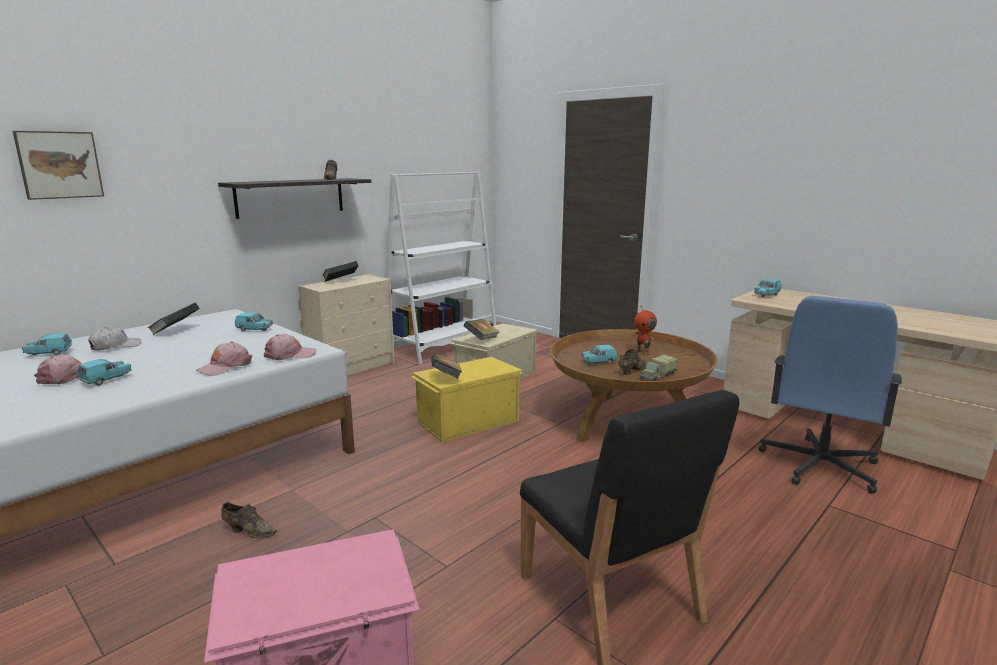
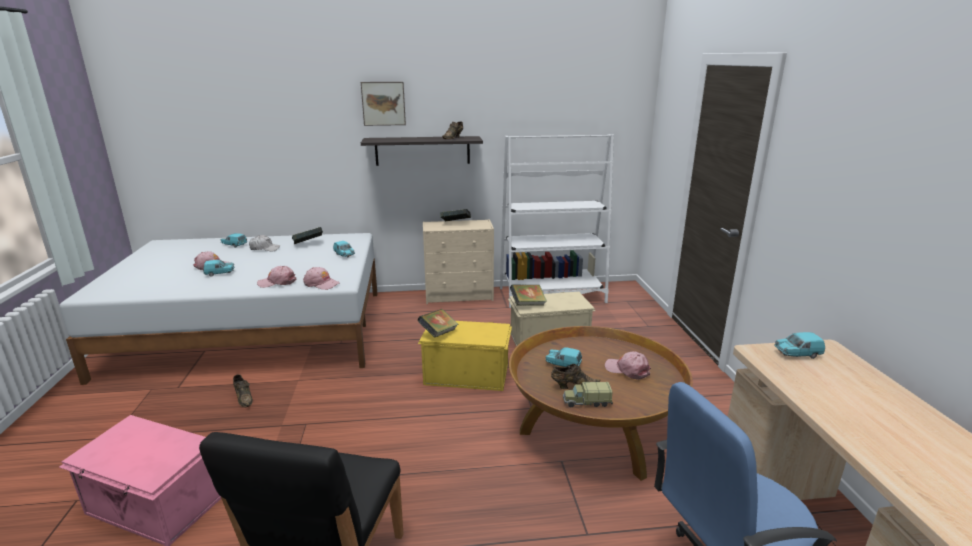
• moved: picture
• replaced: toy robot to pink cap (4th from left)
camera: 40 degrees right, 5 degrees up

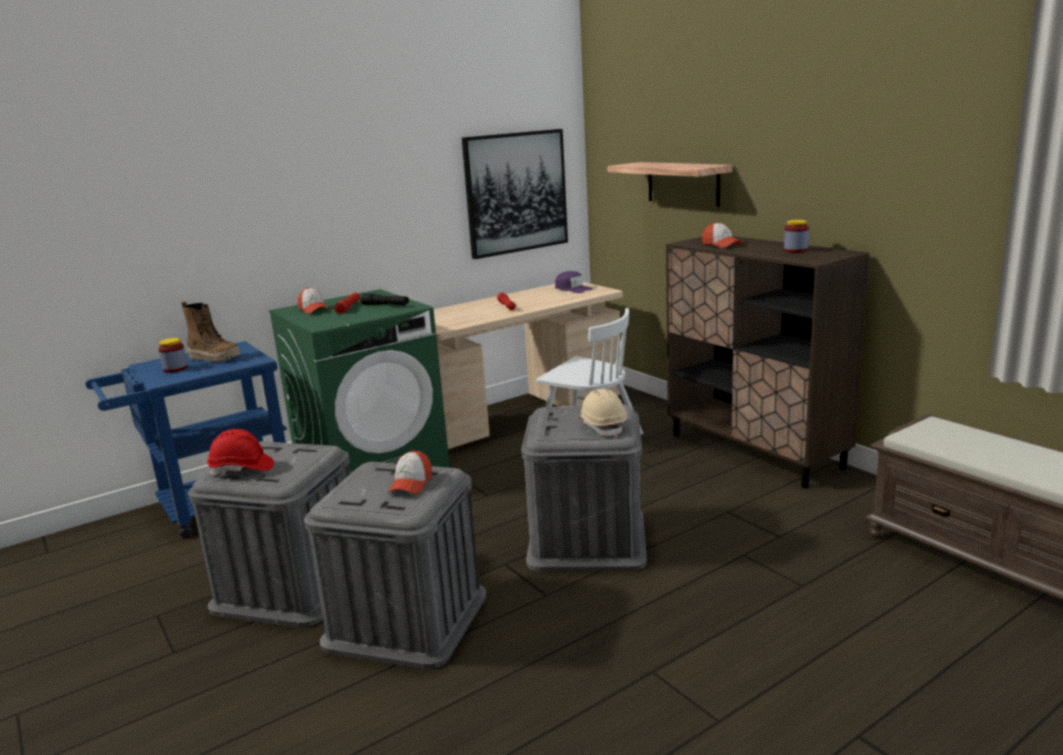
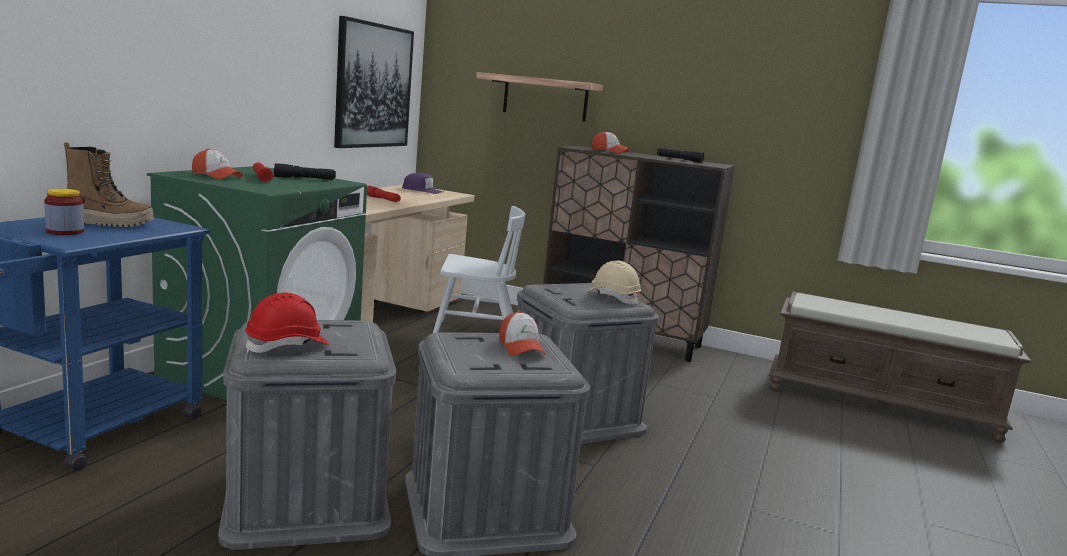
• replaced: jar (2nd from left) to black flashlight (2nd from left)
camera: 35 degrees left, 5 degrees down

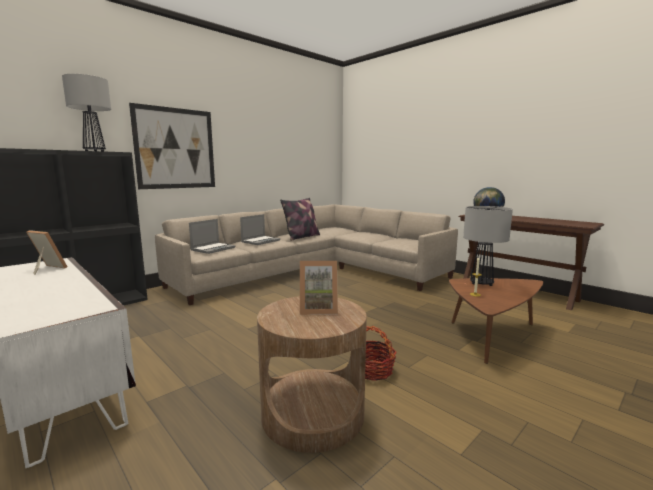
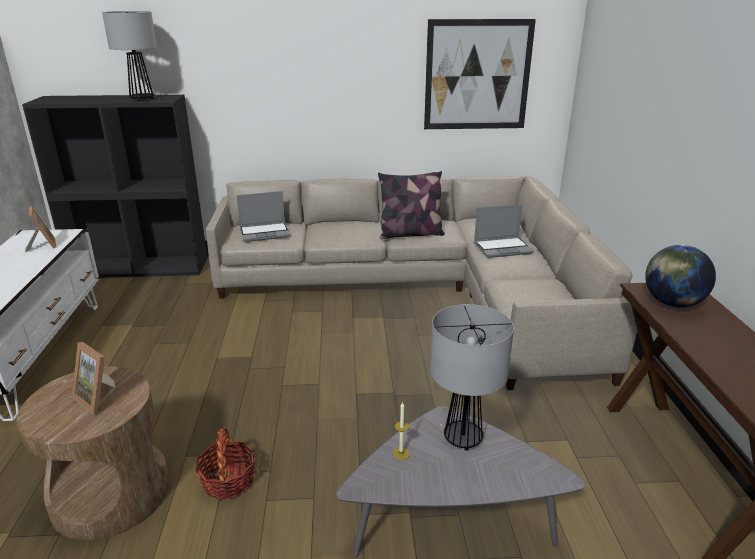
• recoloured: brown coffee table to grey coffee table
• moved: picture
• moved: laptop (2nd from left)
camera: 40 degrees right, 15 degrees up

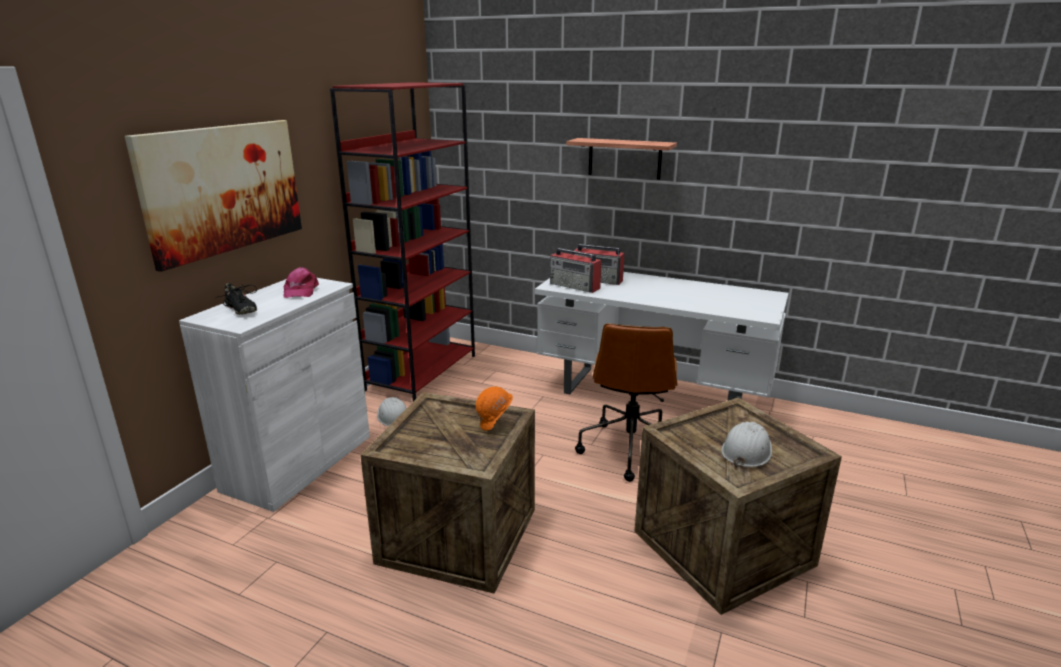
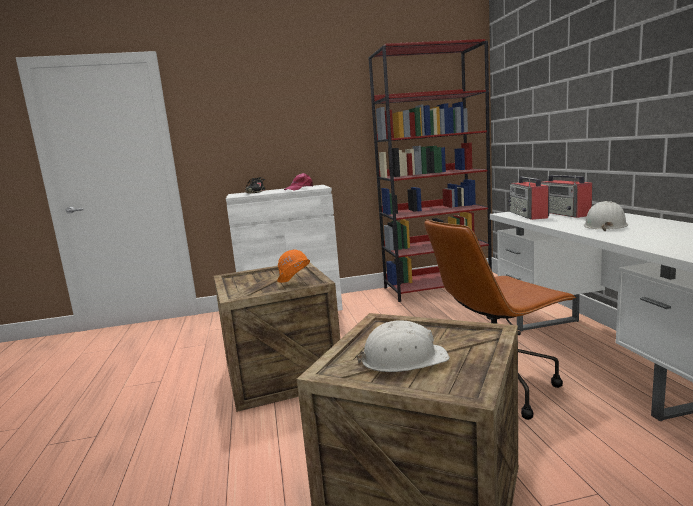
• moved: white hard hat (1st from left in the first image) to white hard hat (2nd from left)
• removed: picture
• removed: shelf
camera: 55 degrees right, 10 degrees down

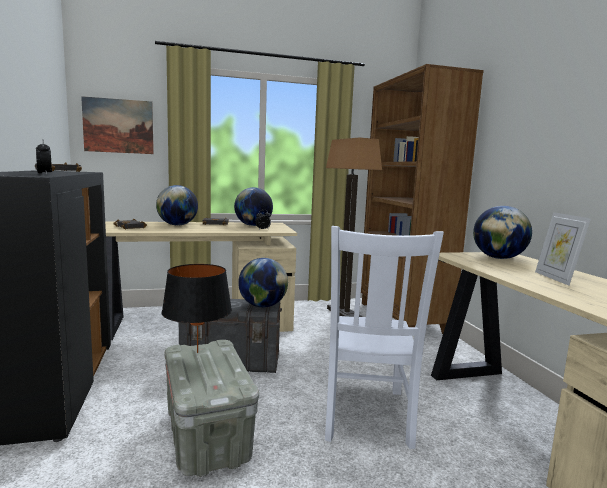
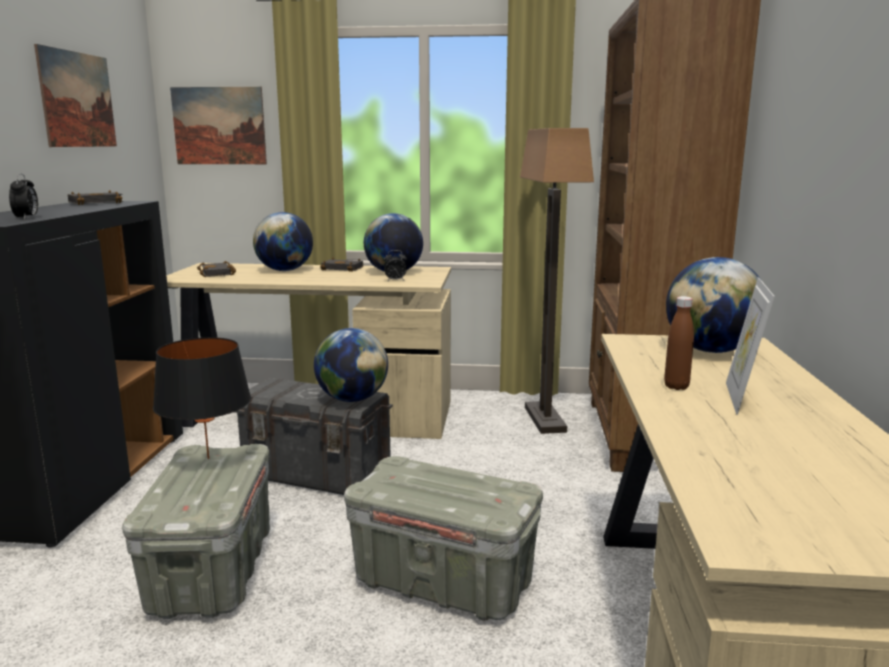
• added: picture (1st from left)
• replaced: white chair to grey storage box (3rd from left)
• added: brown bottle
camera: 20 degrees right, 5 degrees up

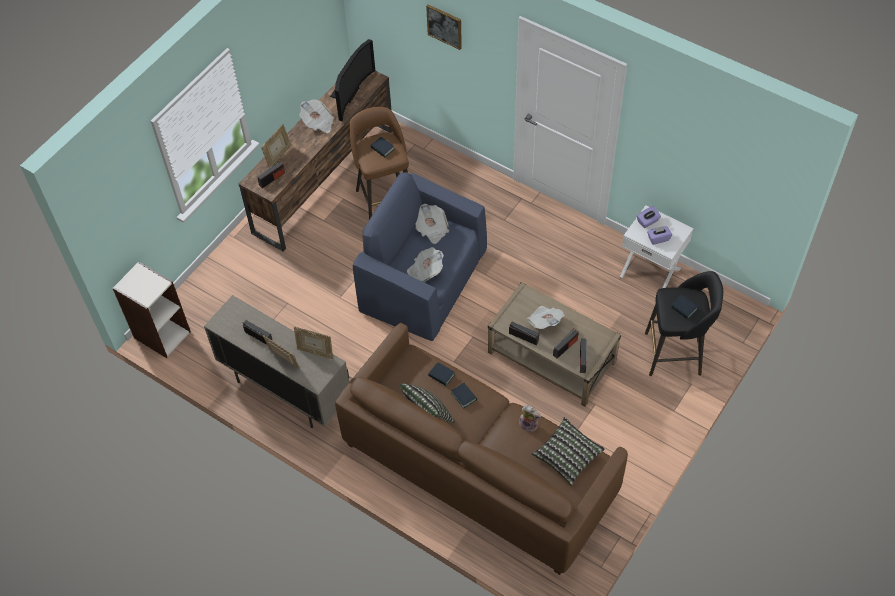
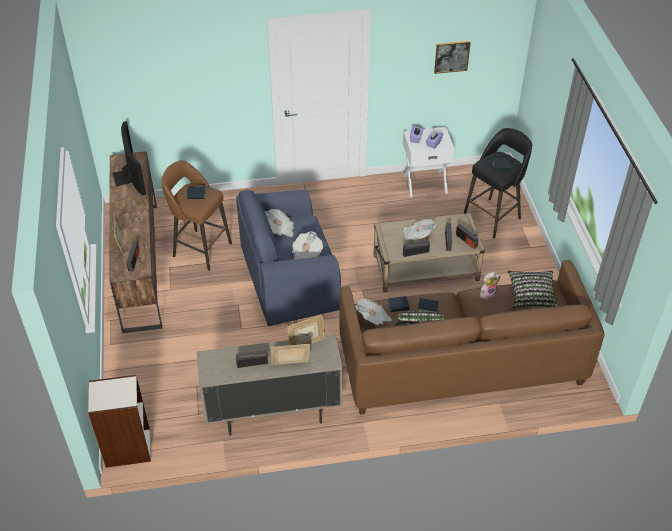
• moved: newspaper (1st from left in the first image) to newspaper (3rd from left)
• moved: picture
camera: 45 degrees left, 10 degrees down

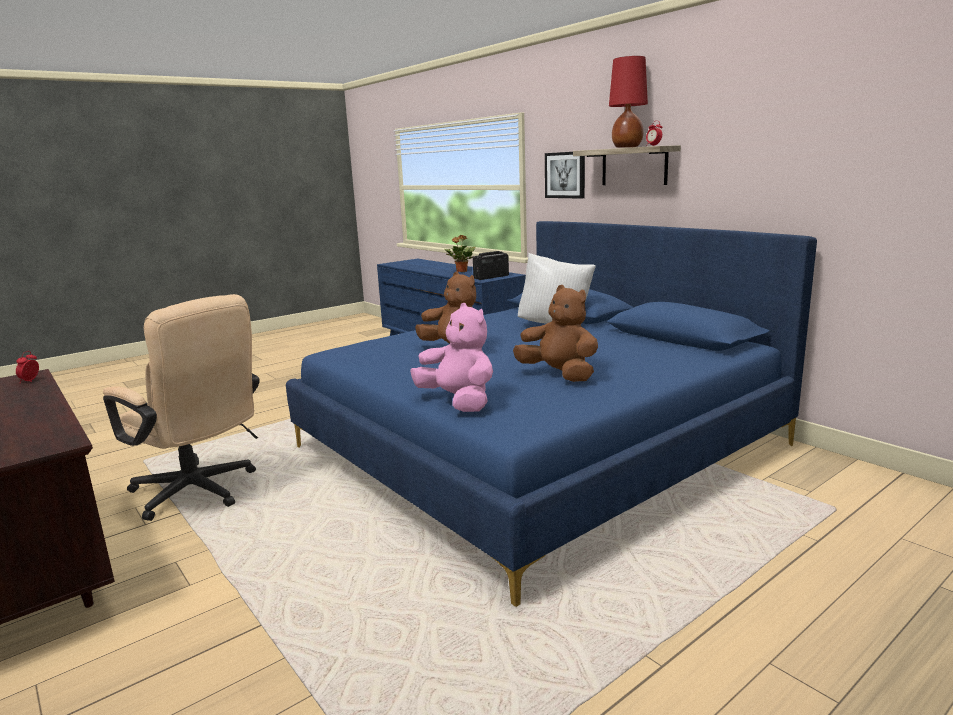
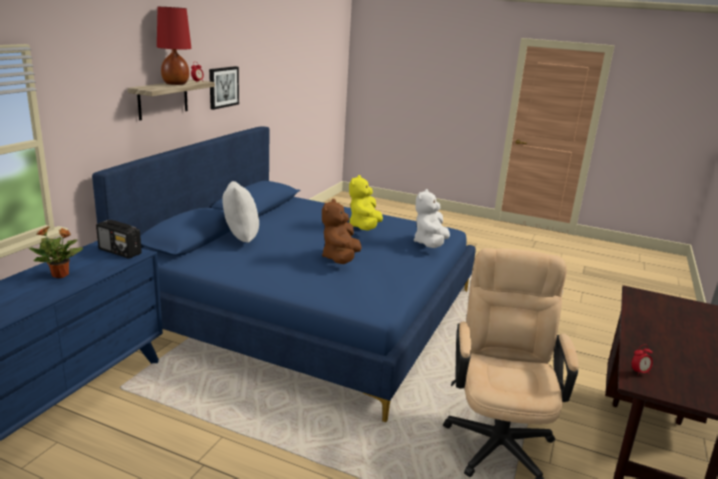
• moved: picture
• recoloured: brown plush toy (2nd from left) to yellow plush toy
• recoloured: pink plush toy to white plush toy
camera: 120 degrees left, 5 degrees up

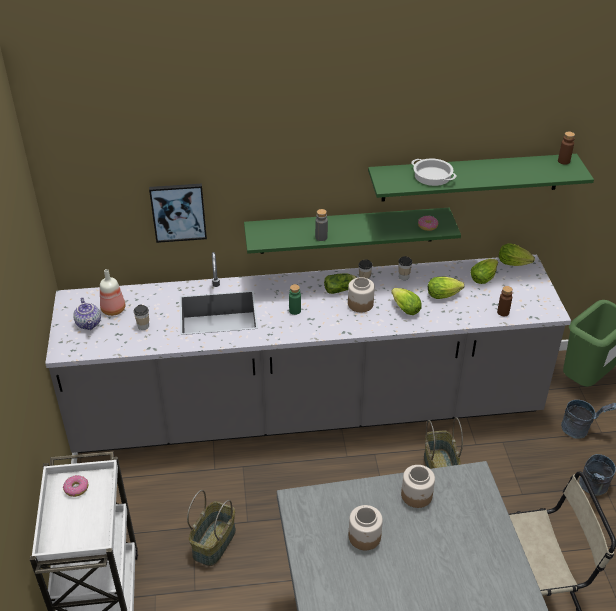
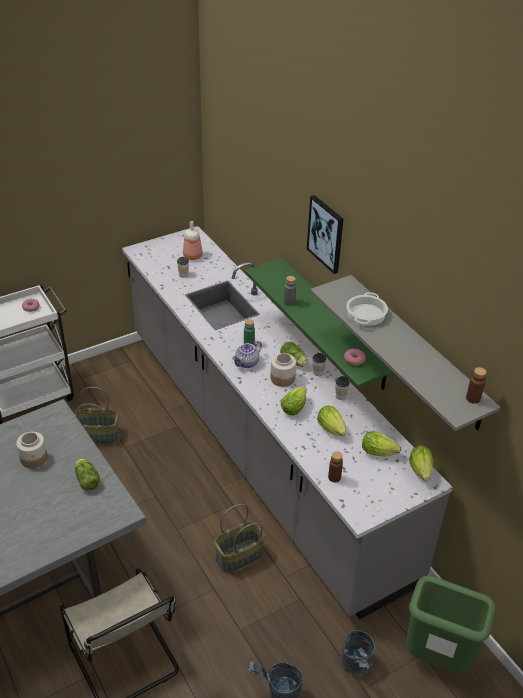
• replaced: jar (3rd from left) to lettuce (1st from left)
• moved: teapot
• moved: picture
• recoloured: green shelf (2nd from left) to grey shelf
camera: 65 degrees right, 0 degrees up

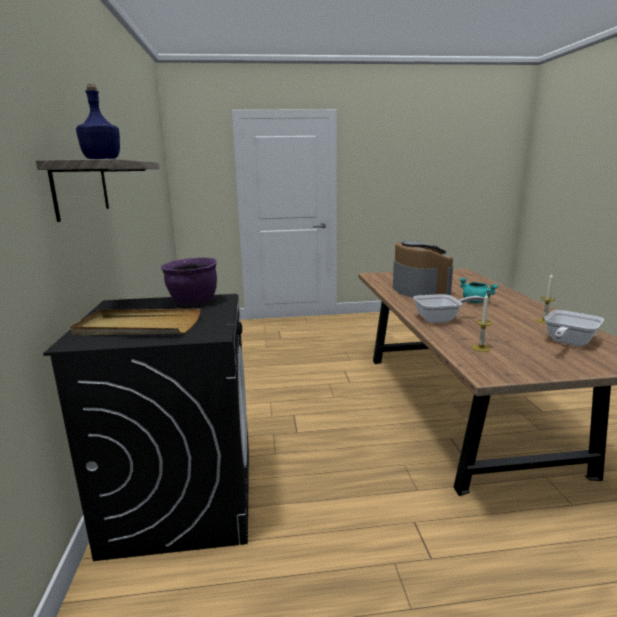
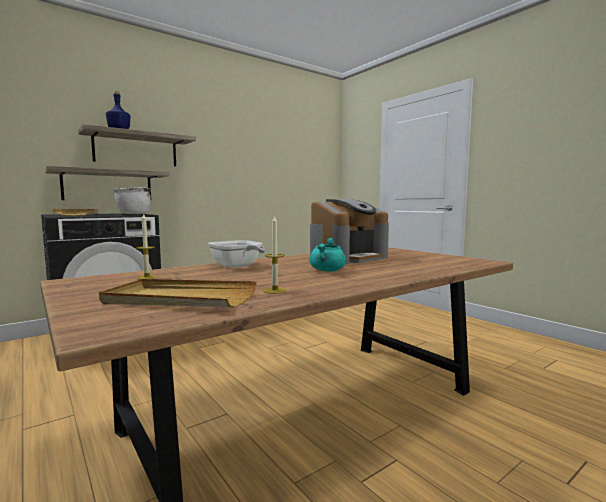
• added: shelf (1st from left)
• replaced: frying pan (2nd from left) to beige tray (2nd from left)
• recoloured: purple cooking pot to white cooking pot
camera: 60 degrees right, 10 degrees down

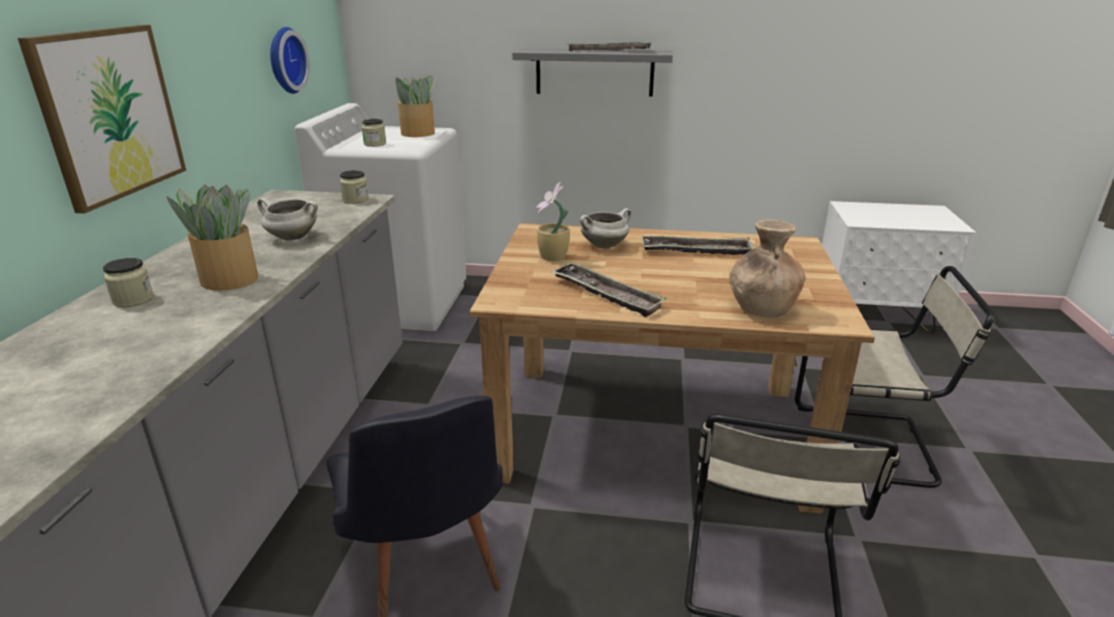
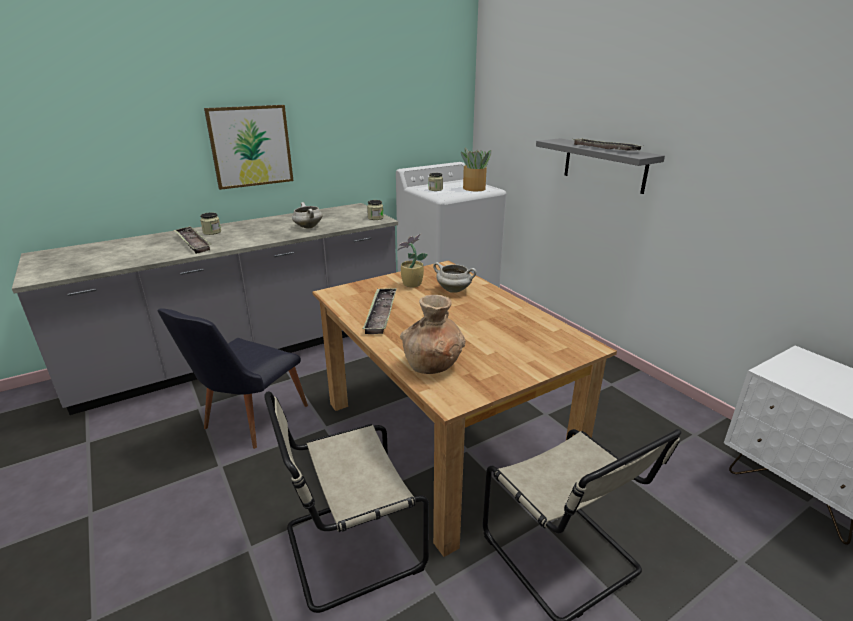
• moved: tray (3rd from left in the first image) to tray (1st from left)
• removed: potted plant (1st from left)
• removed: wall clock
camera: 50 degrees right, 0 degrees up

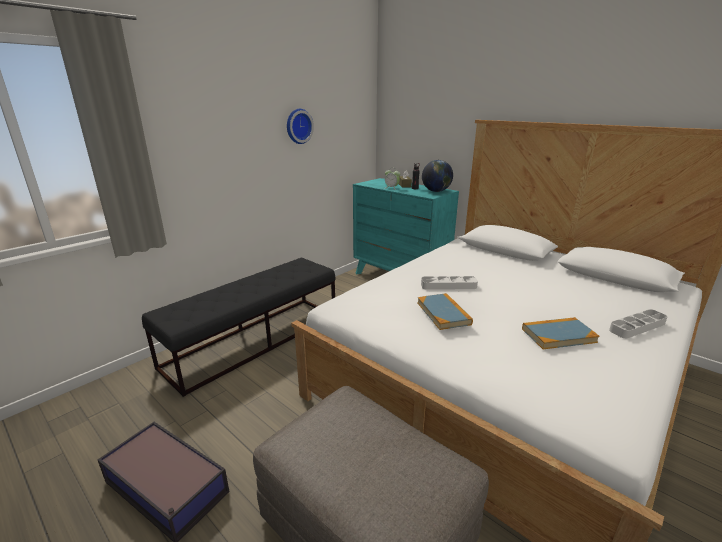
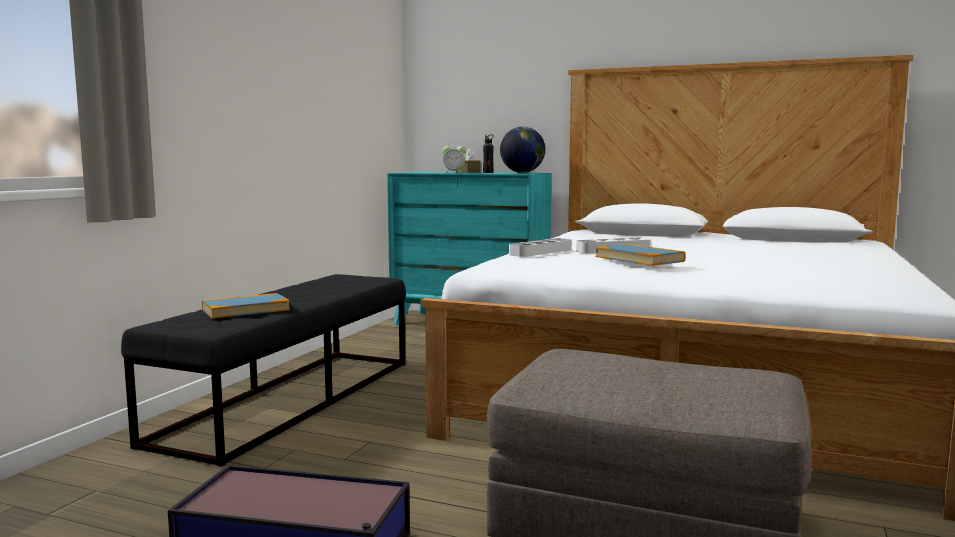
• moved: book (2nd from left in the first image) to book (1st from left)
• moved: grey tray (2nd from left in the first image) to grey tray (1st from left)
• removed: wall clock
camera: 20 degrees left, 15 degrees down

